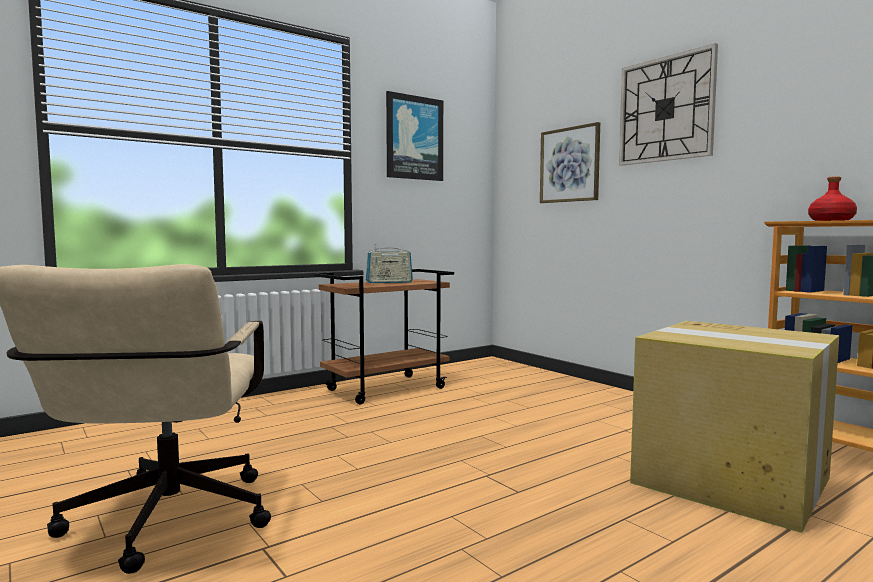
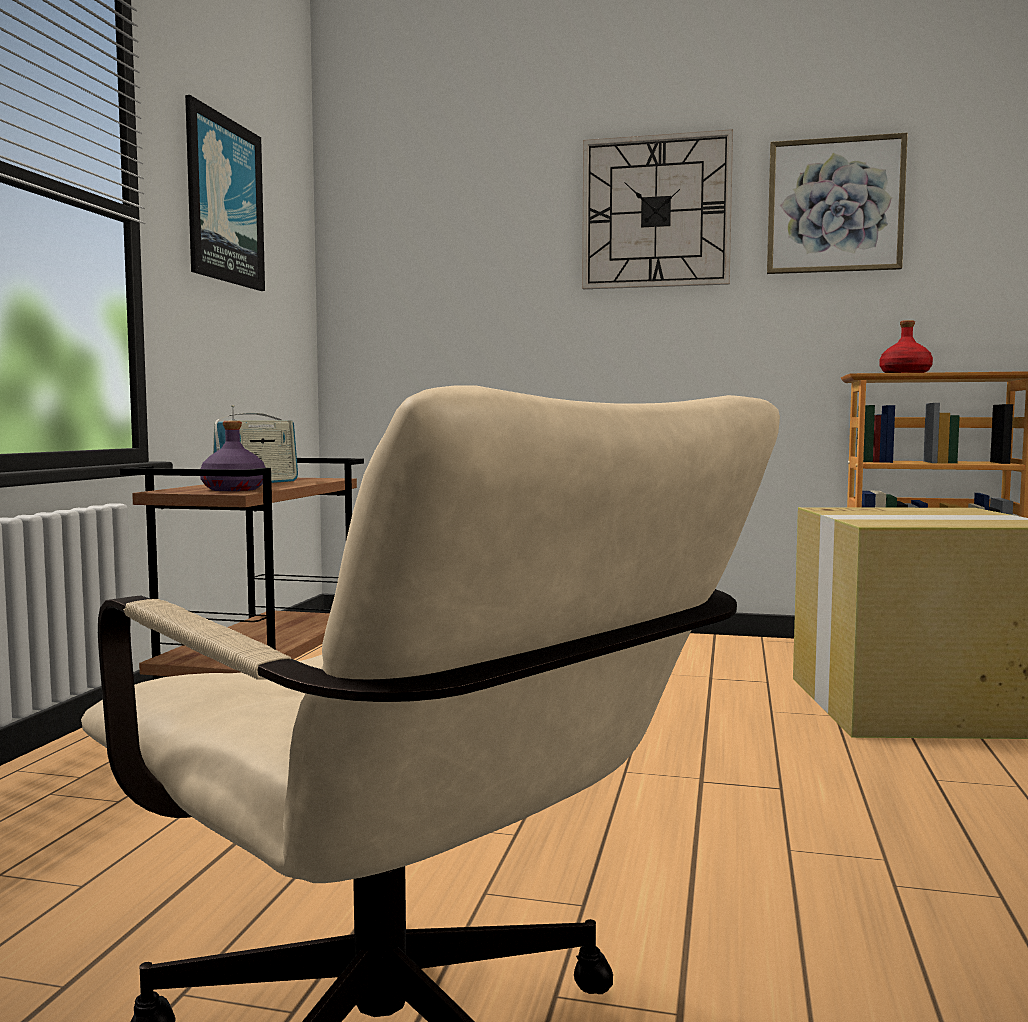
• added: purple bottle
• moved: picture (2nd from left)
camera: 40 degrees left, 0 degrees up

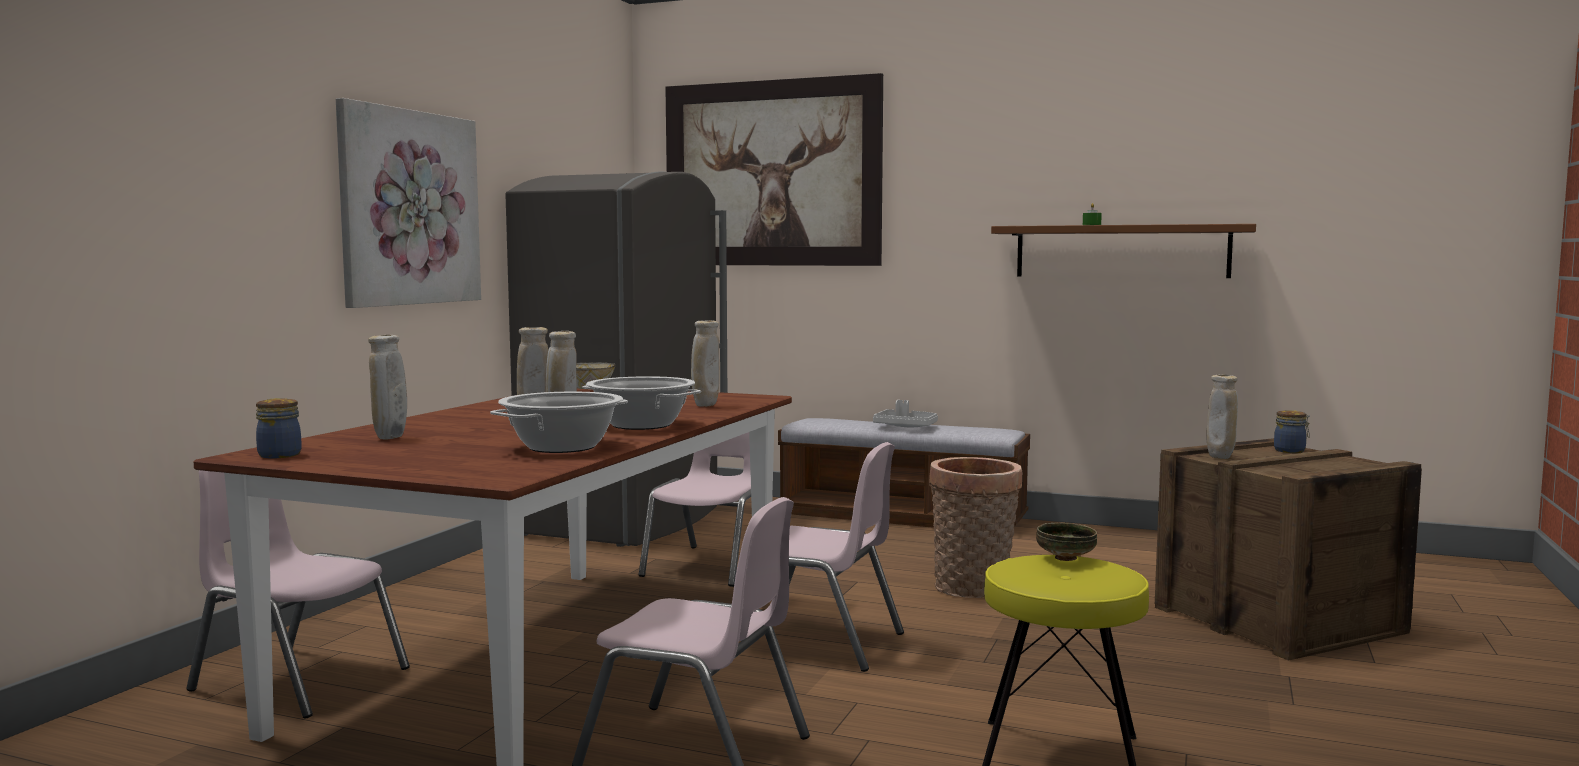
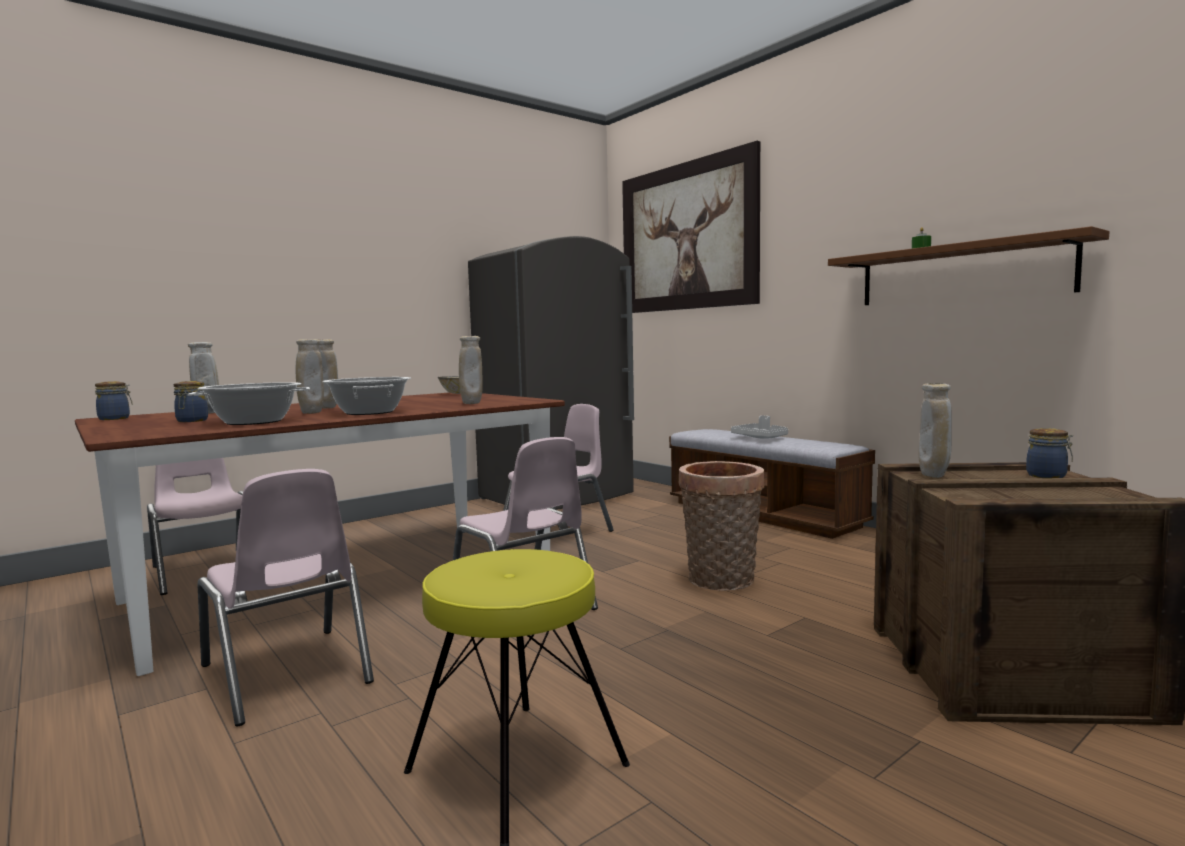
• added: jar (2nd from left)
• removed: picture (1st from left)
• removed: bowl (2nd from left)
camera: 30 degrees right, 0 degrees up

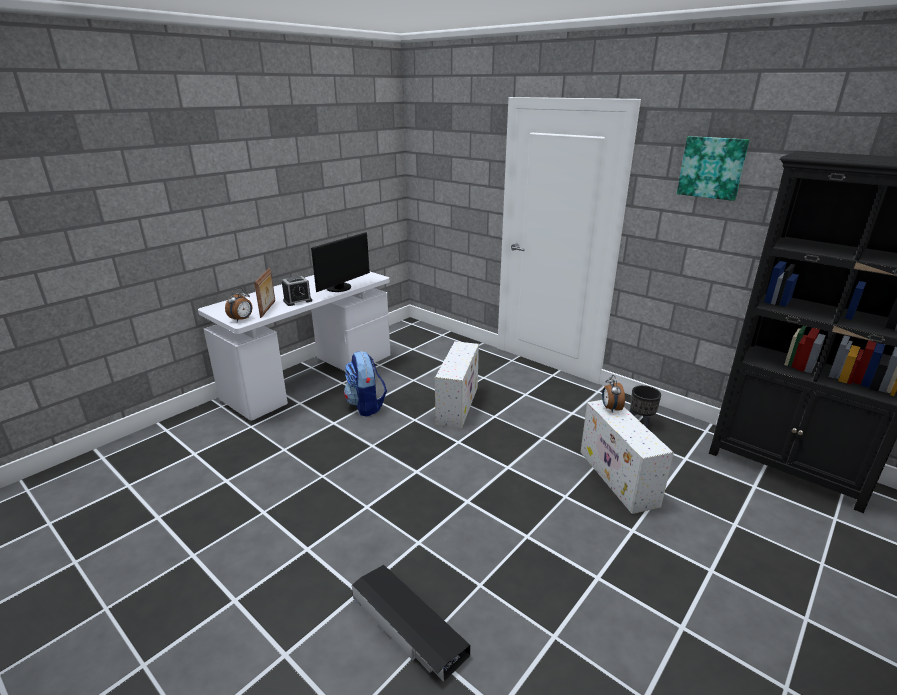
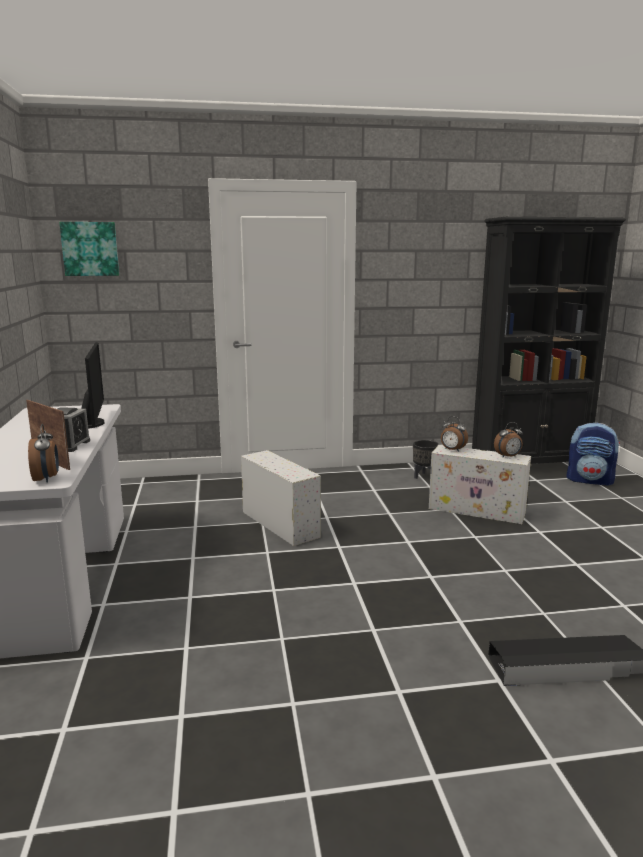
• moved: picture
• added: alarm clock (4th from left)
• moved: backpack
camera: 50 degrees left, 10 degrees down

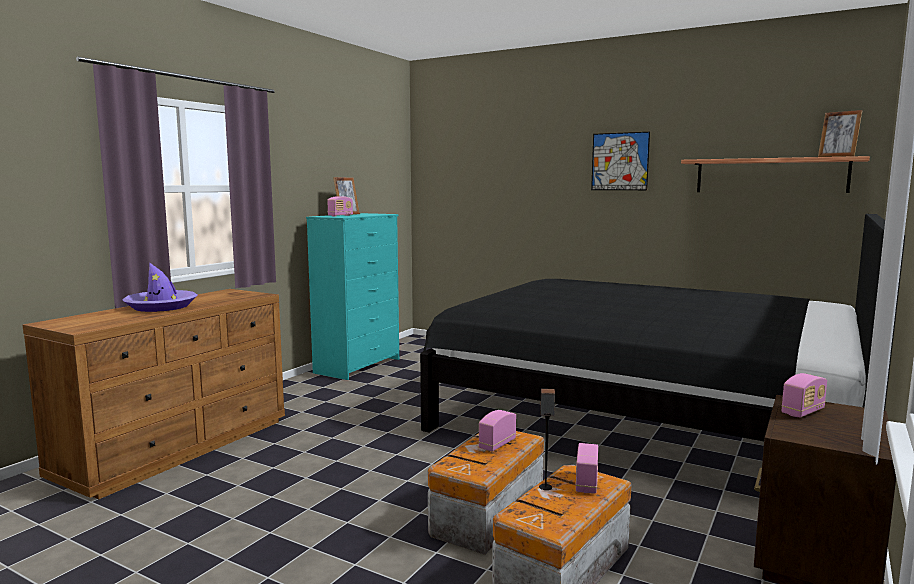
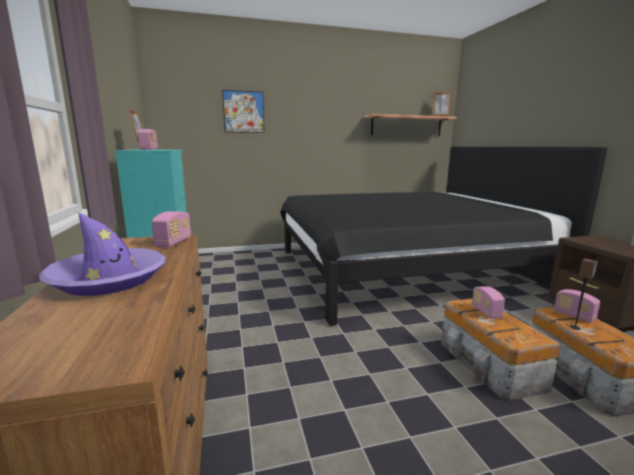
• moved: radio (4th from left in the first image) to radio (2nd from left)
• moved: picture
camera: 45 degrees left, 5 degrees up

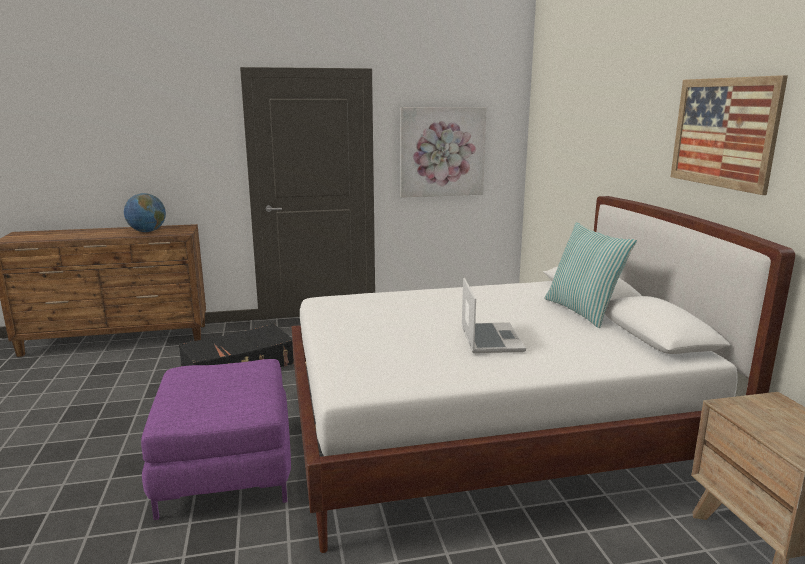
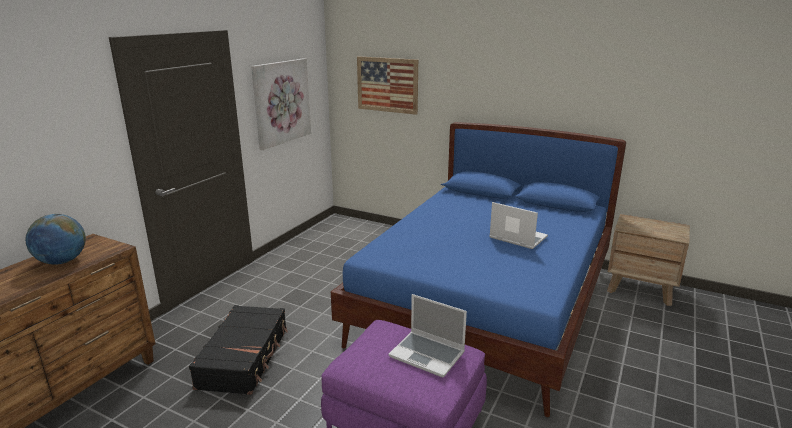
• recoloured: white bed to blue bed
• moved: picture (2nd from left)
• added: laptop (1st from left)
• removed: pillow
camera: 50 degrees left, 5 degrees up

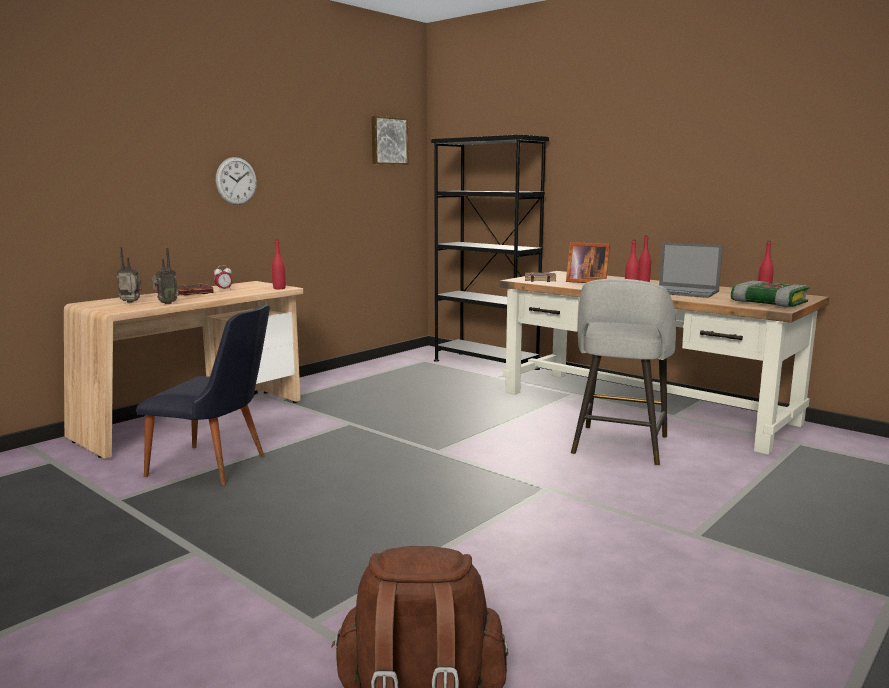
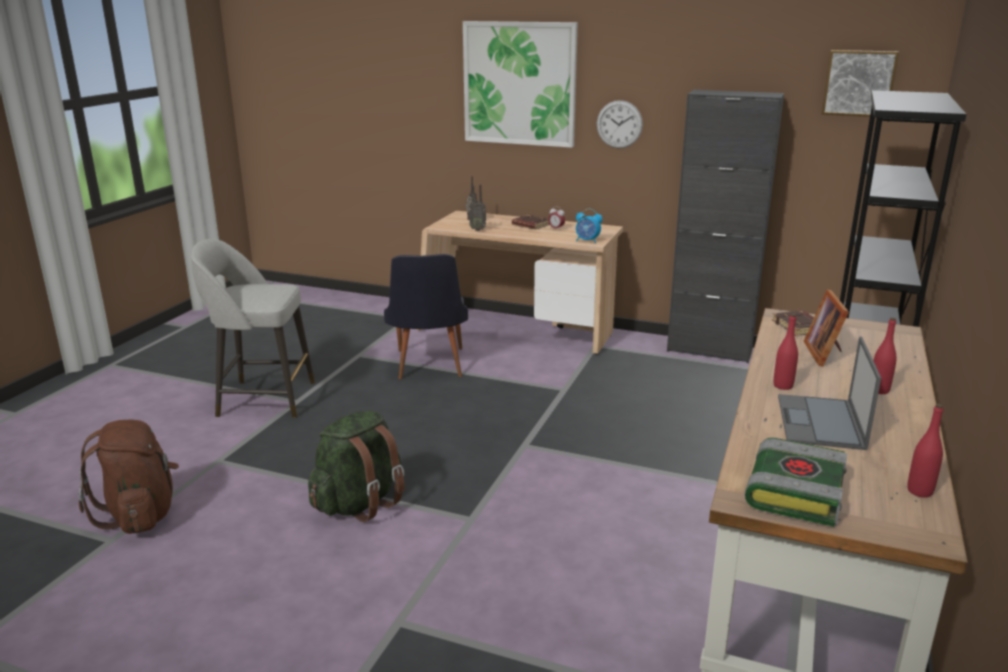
• moved: grey stool
• added: green backpack
• added: picture (1st from left)
• replaced: red bottle (1st from left) to alarm clock (2nd from left)
• added: black cabinet
camera: 70 degrees right, 10 degrees up

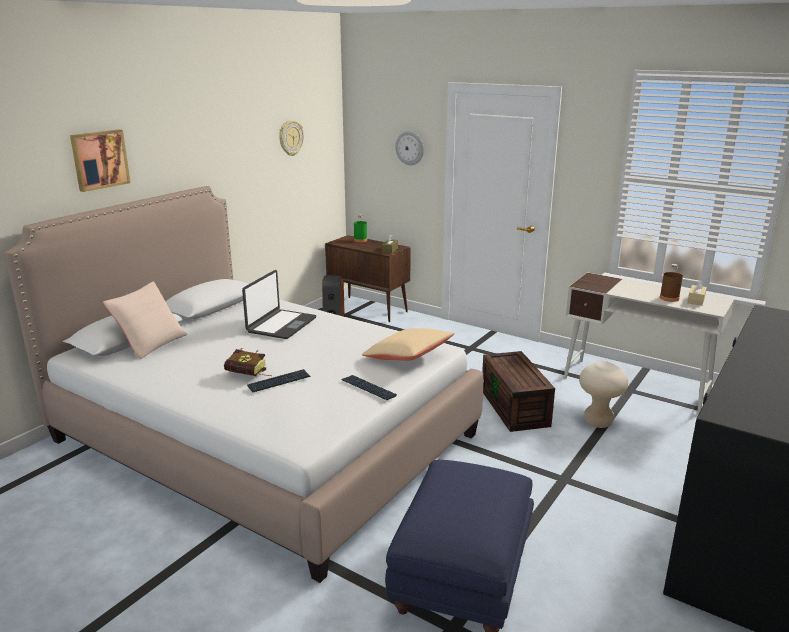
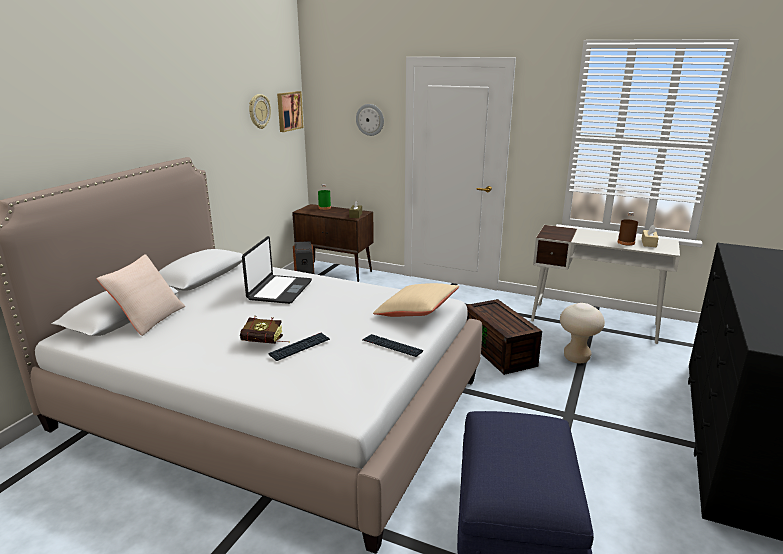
• moved: picture
camera: 10 degrees left, 0 degrees up

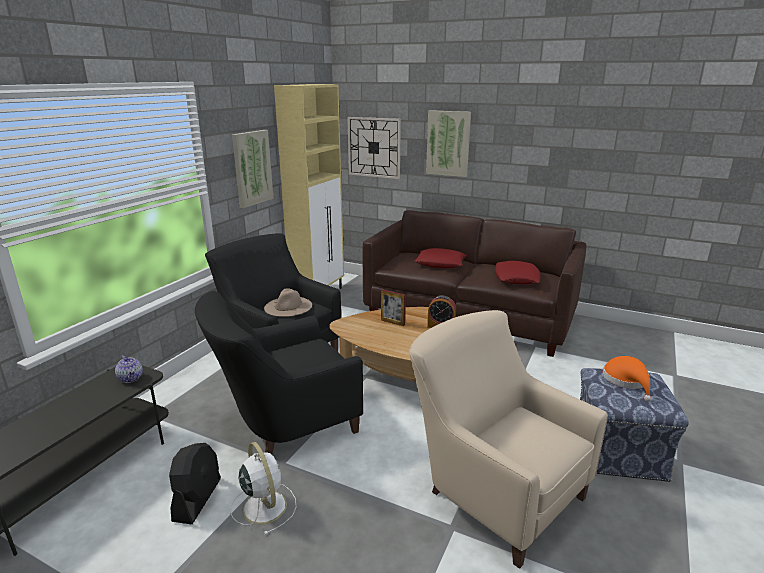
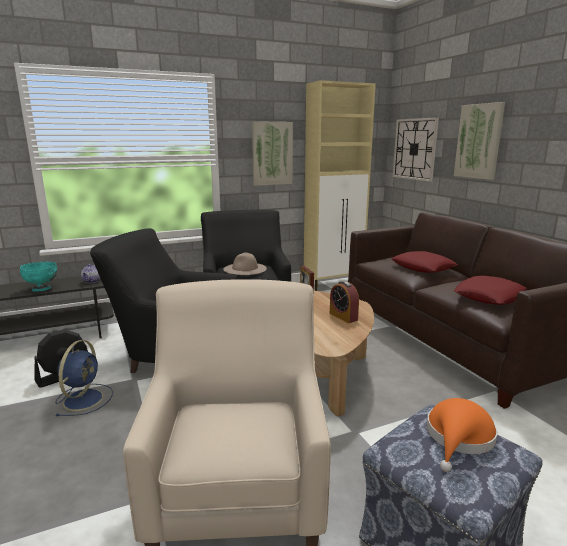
• added: turquoise bowl
• recoloured: white fan to blue fan
camera: 40 degrees right, 5 degrees down

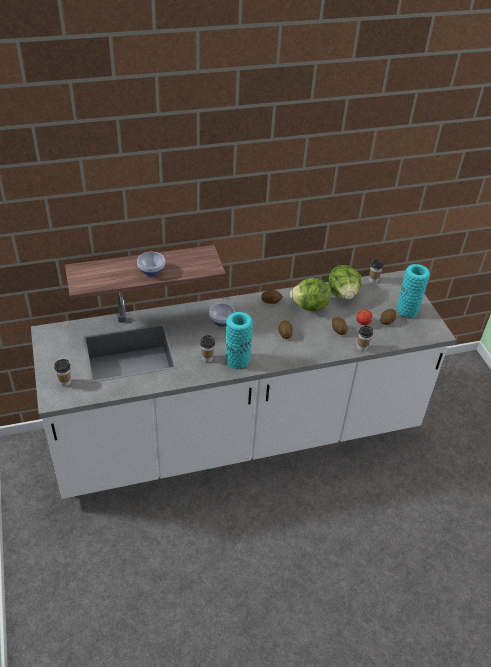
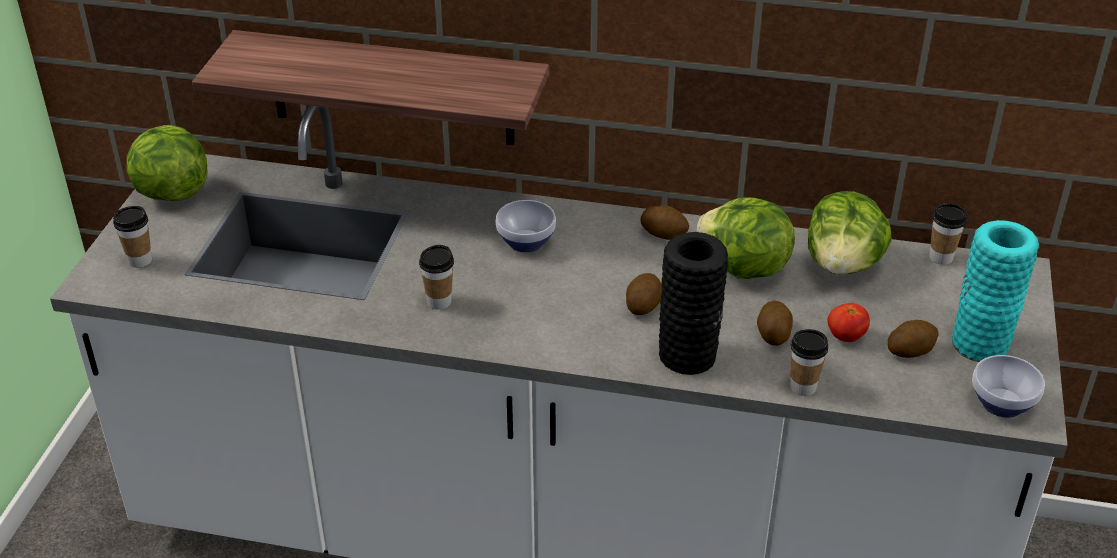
• added: lettuce (1st from left)
• added: black vase
• moved: bowl (1st from left in the first image) to bowl (2nd from left)
• removed: turquoise vase (1st from left)
camera: 30 degrees right, 5 degrees down

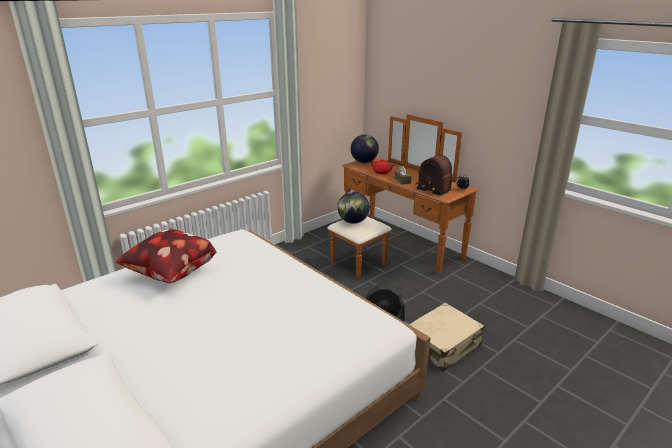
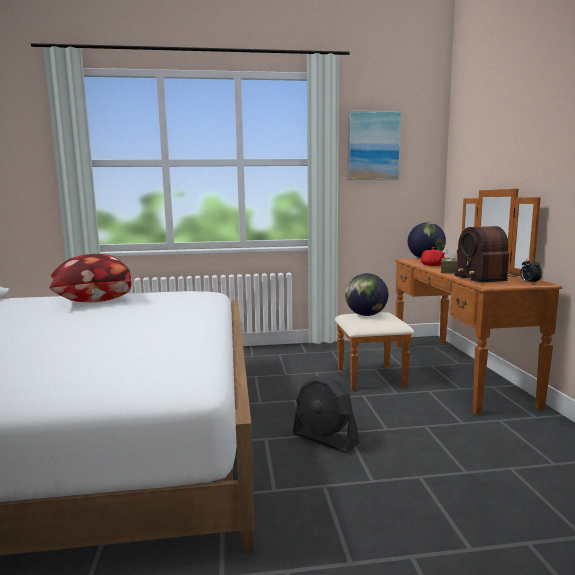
• added: picture
• removed: beige suitcase
camera: 35 degrees right, 15 degrees down

